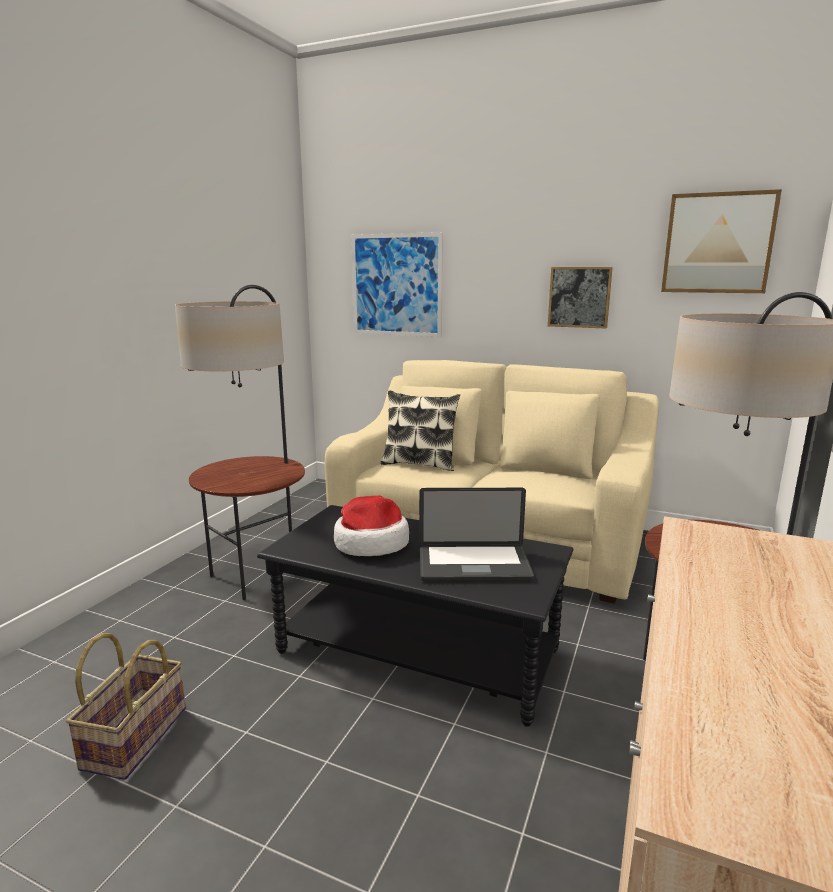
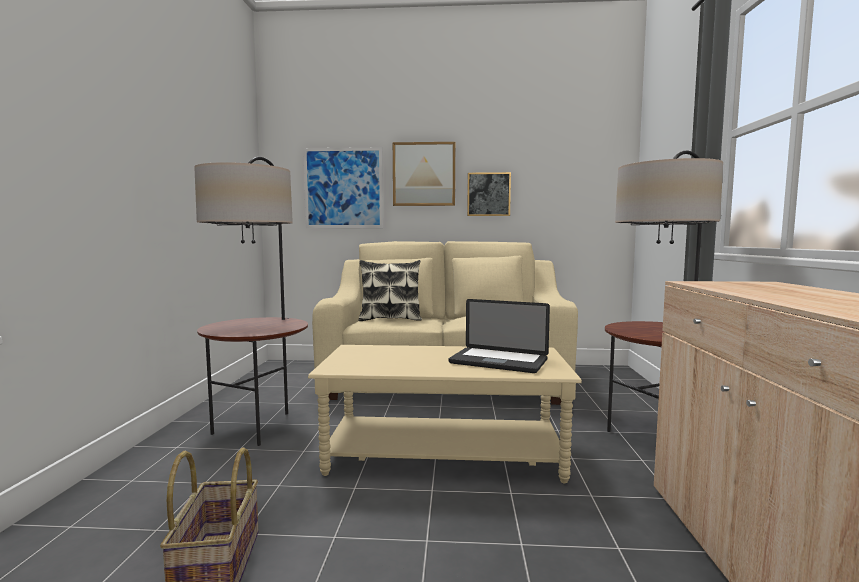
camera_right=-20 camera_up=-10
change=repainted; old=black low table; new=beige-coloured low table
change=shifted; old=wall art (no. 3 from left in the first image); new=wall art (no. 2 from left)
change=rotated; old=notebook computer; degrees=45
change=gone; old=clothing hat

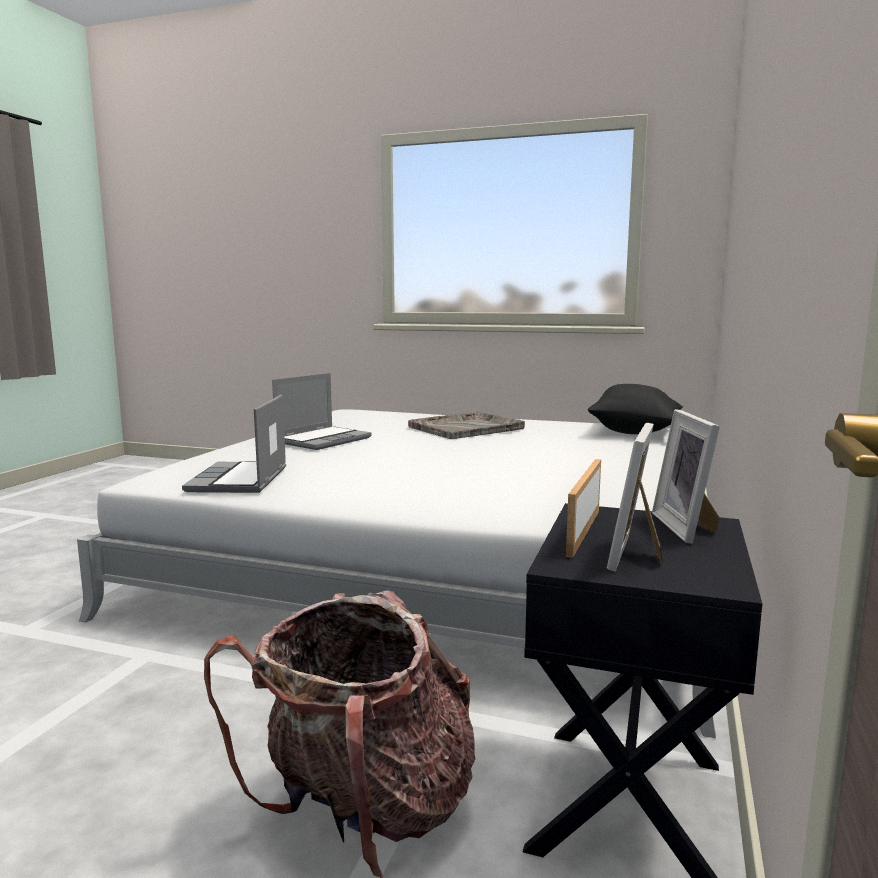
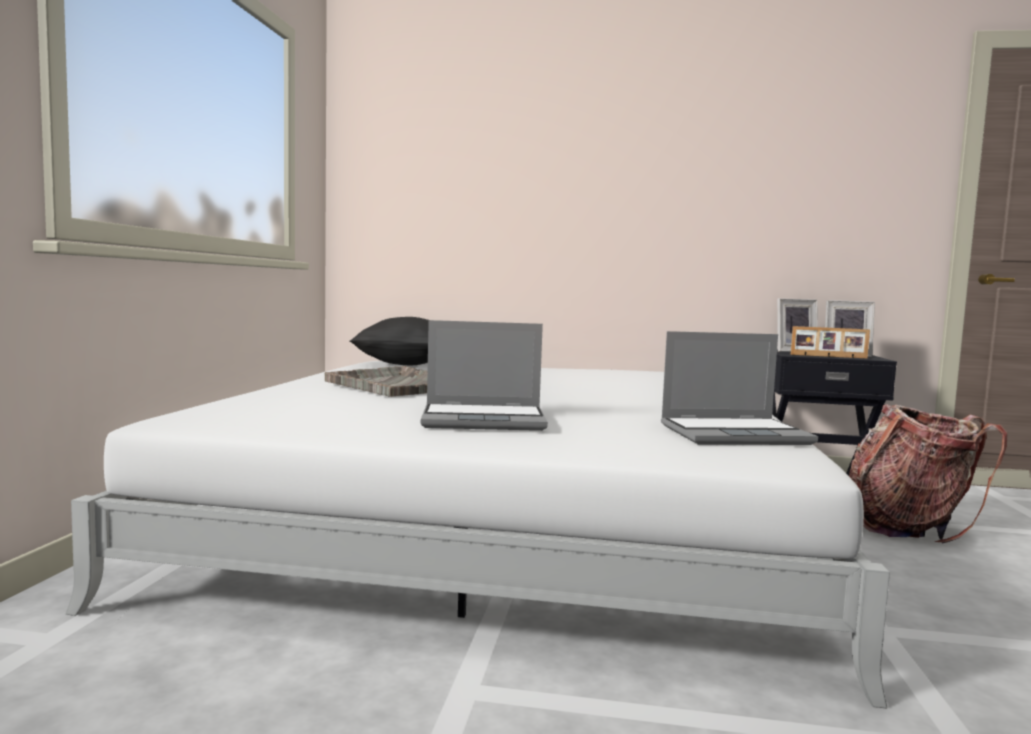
camera_right=-100 camera_up=-5
change=rotated; old=notebook computer (no. 2 from left in the first image); degrees=150

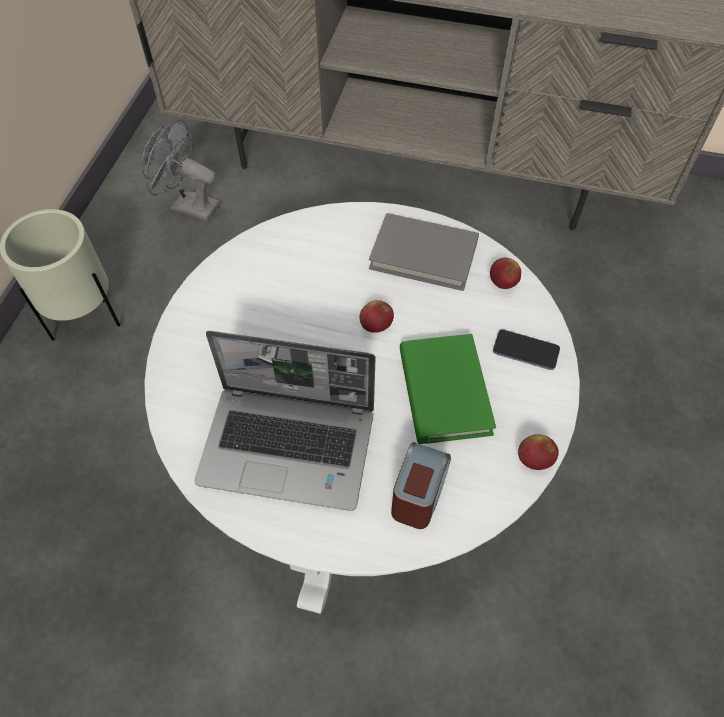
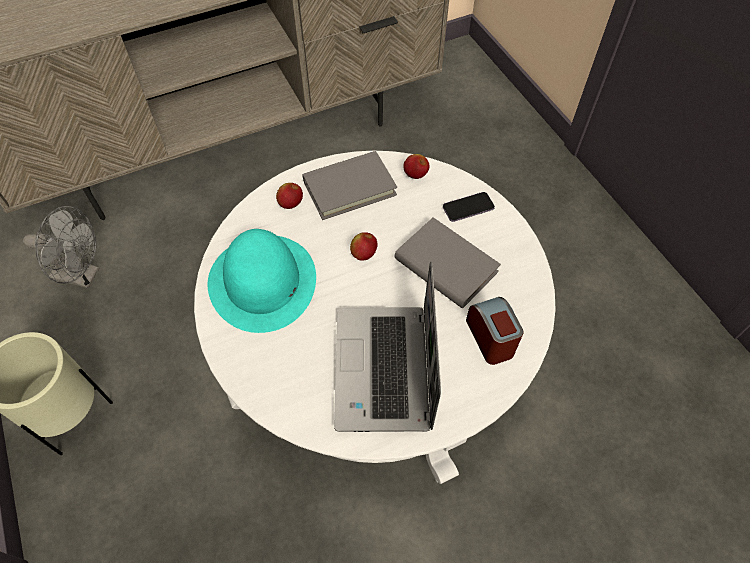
camera_right=-40 camera_up=0
change=rotated; old=greyish electric fan; degrees=-150
change=new; new=blue-green clothing hat
change=shifted; old=apple (no. 3 from left in the first image); new=apple (no. 1 from left)
change=rotated; old=notebook computer; degrees=120
change=repainted; old=greenish bound book; new=greyish bound book (no. 2 from left)

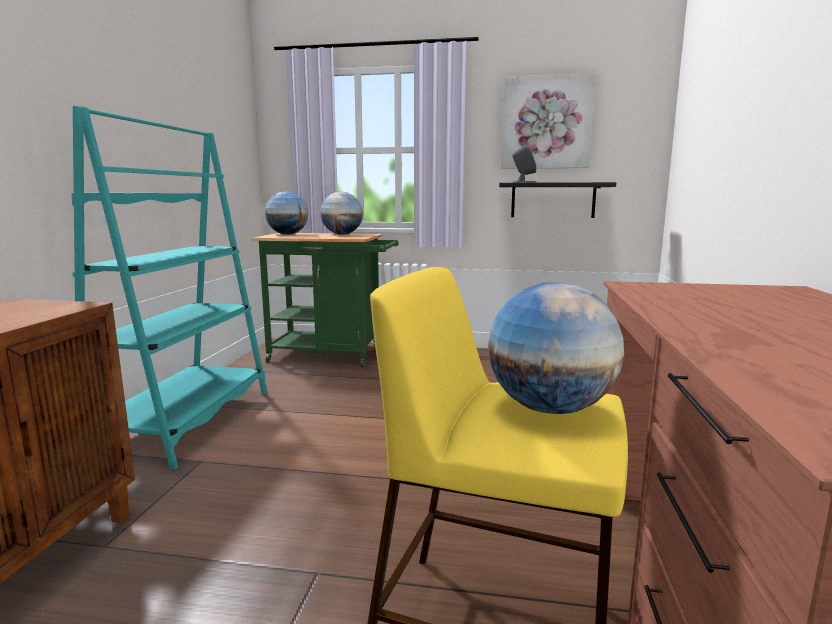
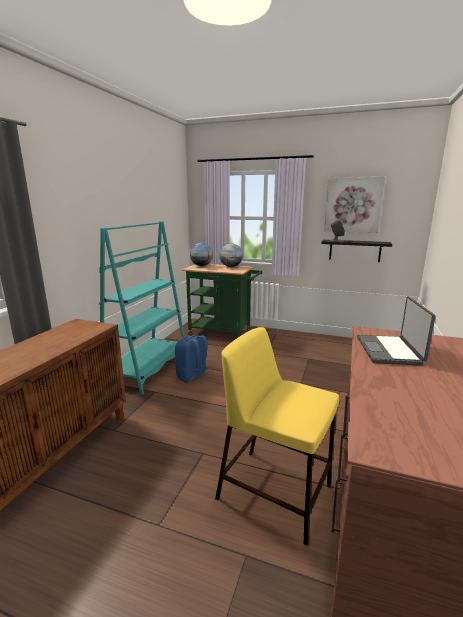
camera_right=10 camera_up=5
change=new; new=bluish backpack
change=new; new=notebook computer
change=gone; old=world globe (no. 3 from left)

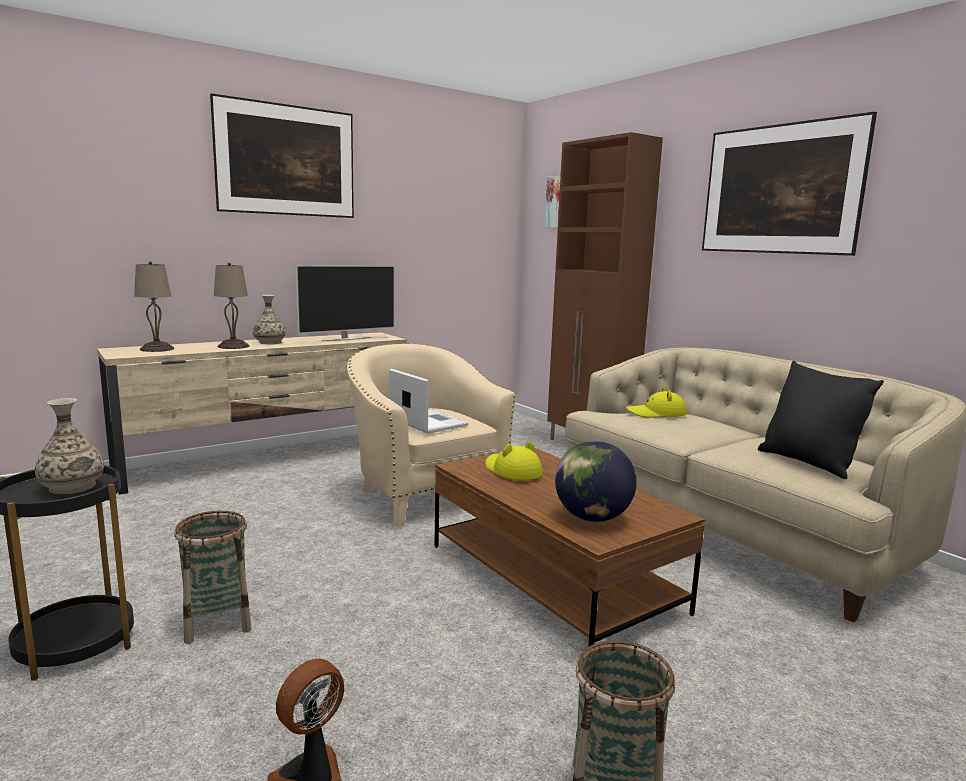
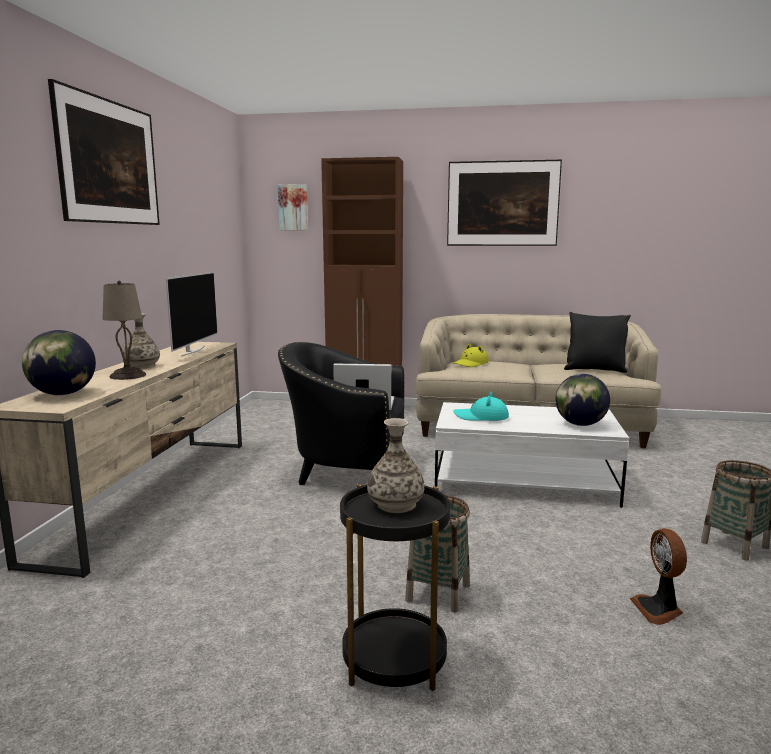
camera_right=-45 camera_up=0
change=swapped; old=beige-coloured table lamp (no. 1 from left); new=world globe (no. 1 from left)
change=repainted; old=beige-coloured easy chair; new=black easy chair
change=repainted; old=brownish low table; new=white-coloured low table
change=repainted; old=yellowish clothing hat (no. 1 from left); new=blue-green clothing hat

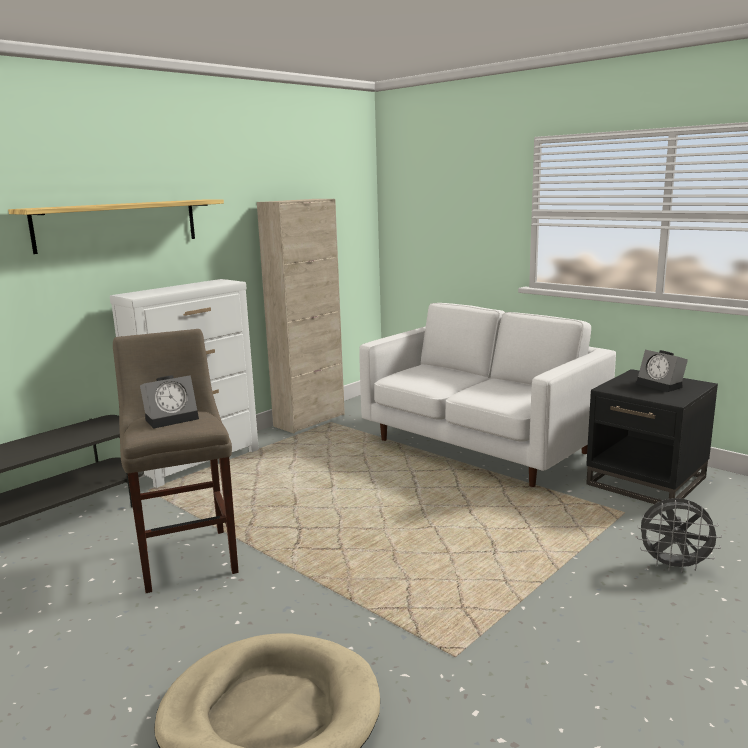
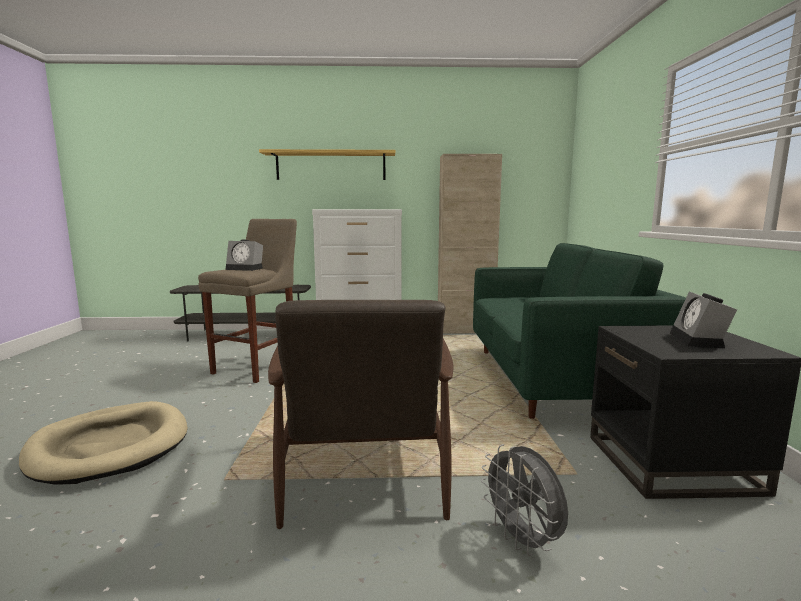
camera_right=45 camera_up=-5
change=new; new=brownish easy chair
change=repainted; old=white-coloured couch; new=greenish couch

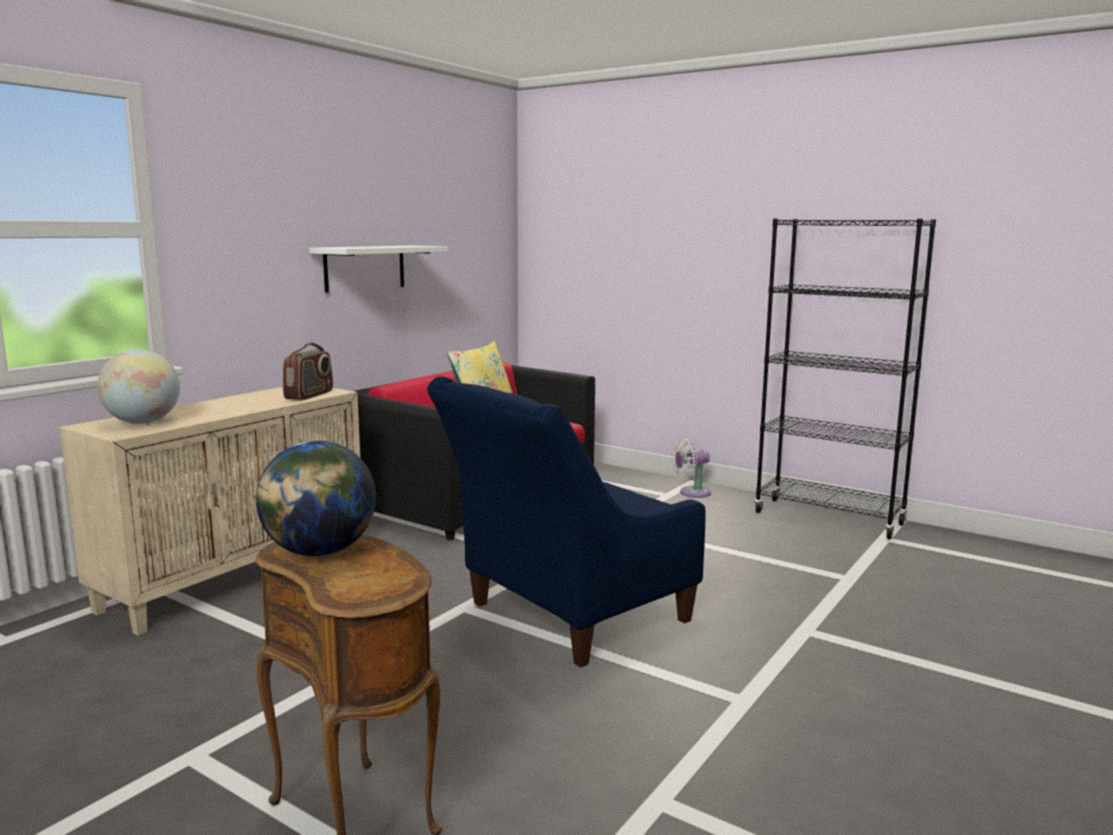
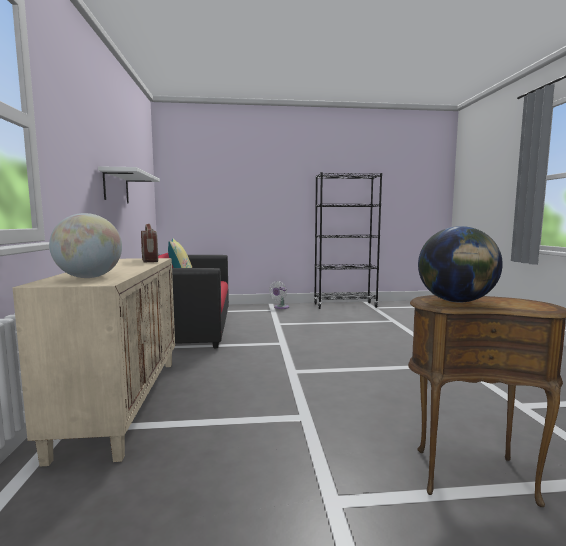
camera_right=-40 camera_up=-5
change=gone; old=bluish easy chair

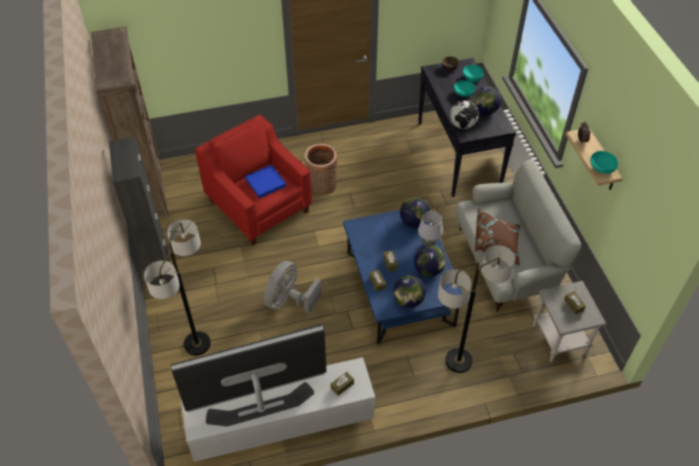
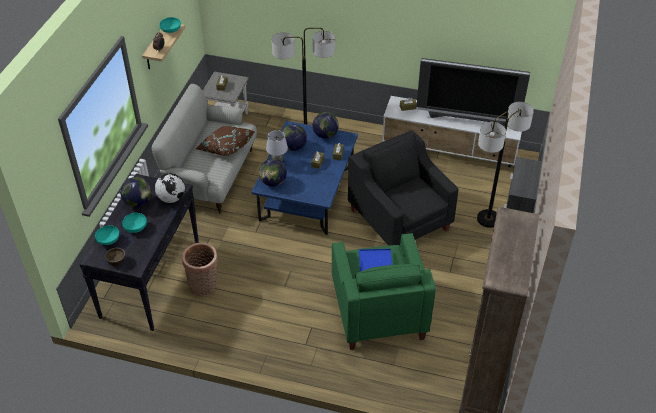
camera_right=-150 camera_up=-5
change=shifted; old=household basket
change=repainted; old=reddish easy chair; new=greenish easy chair
change=swapped; old=greyish electric fan; new=black easy chair

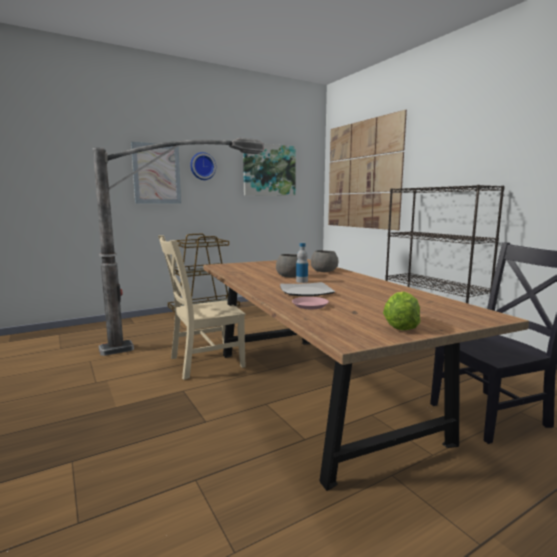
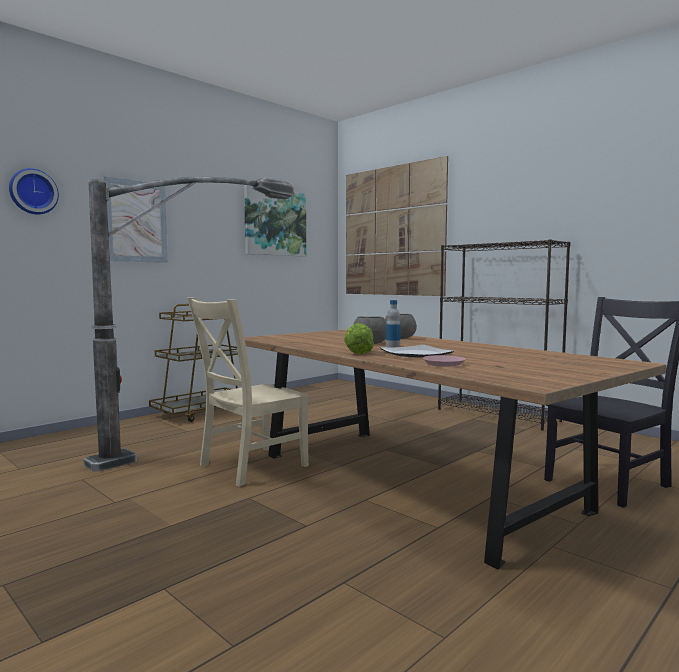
camera_right=-15 camera_up=-5
change=shifted; old=clock on the wall
change=shifted; old=head of lettuce

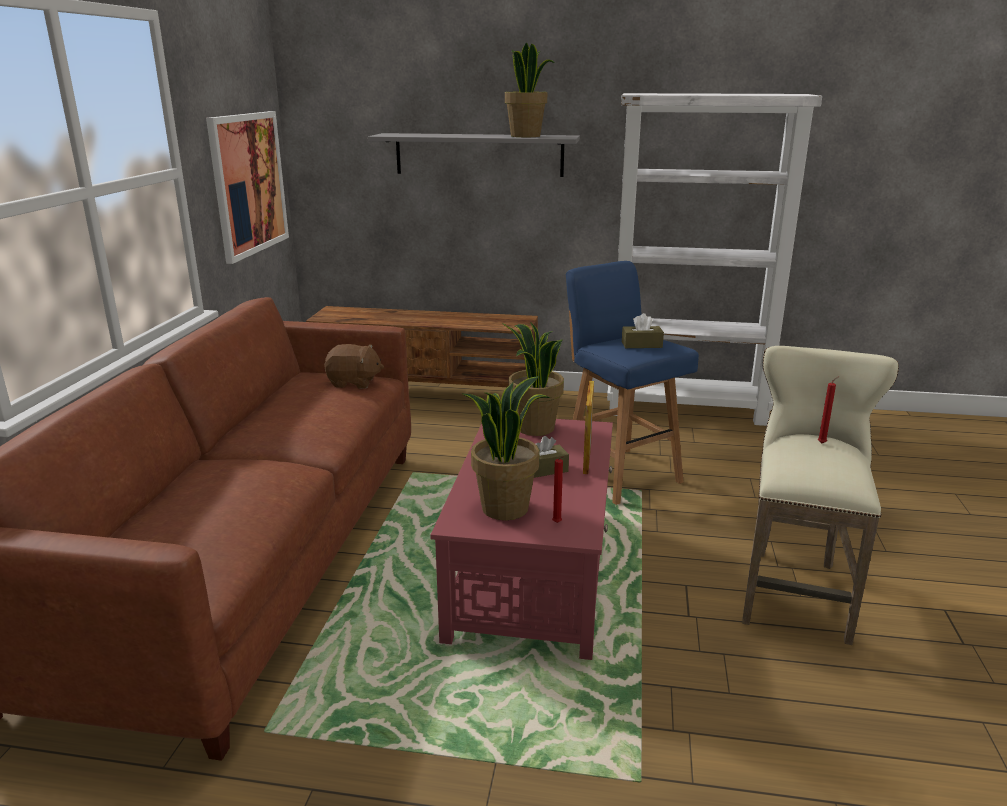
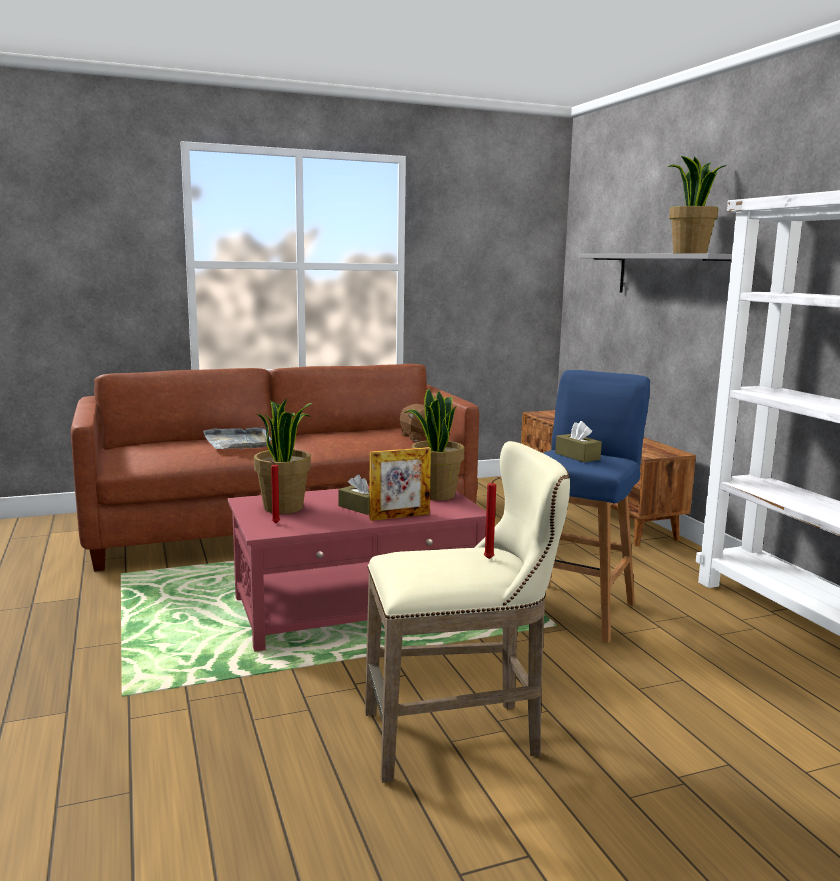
camera_right=60 camera_up=-10
change=new; new=greyish serving tray
change=gone; old=wall art

